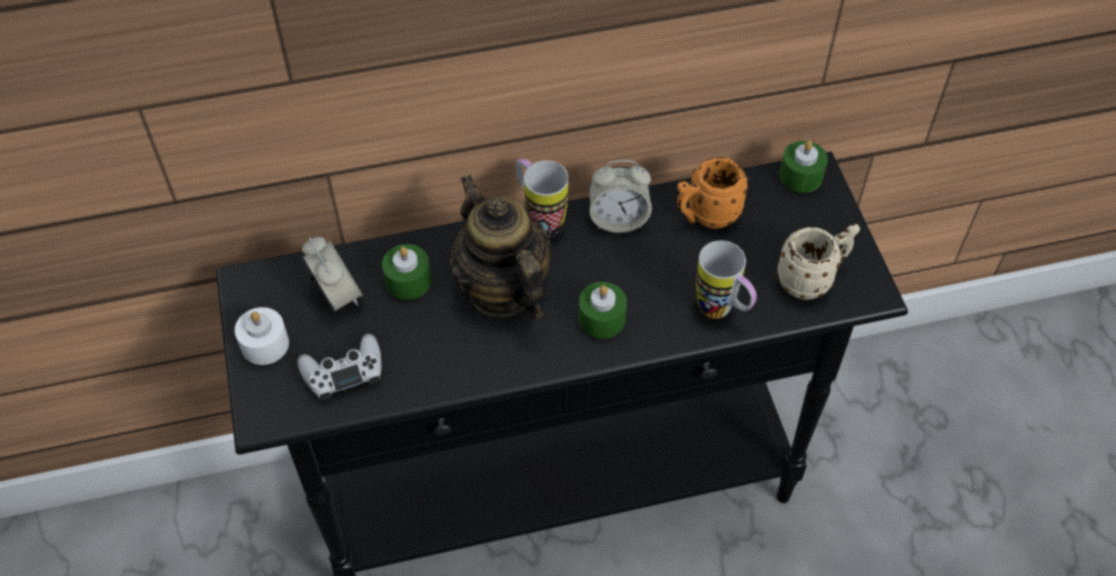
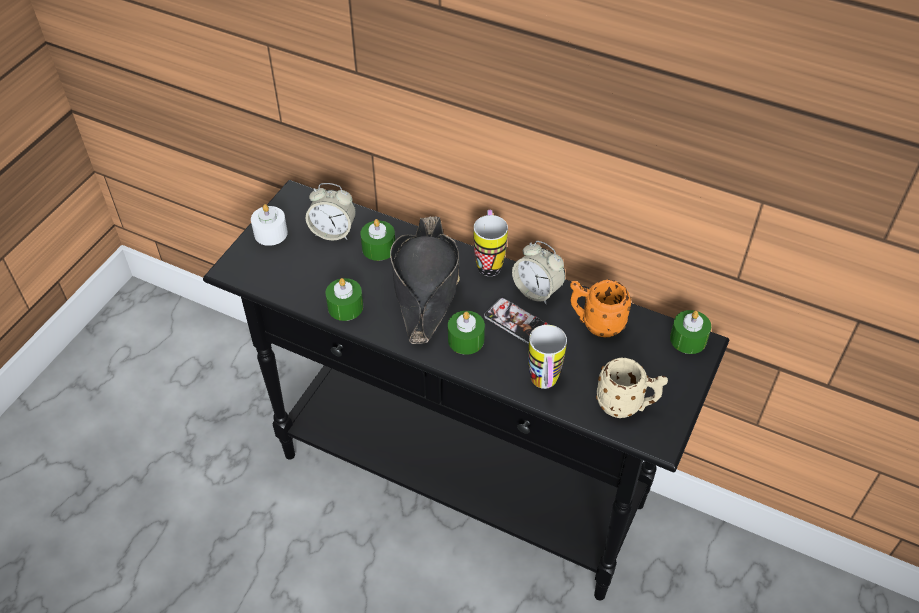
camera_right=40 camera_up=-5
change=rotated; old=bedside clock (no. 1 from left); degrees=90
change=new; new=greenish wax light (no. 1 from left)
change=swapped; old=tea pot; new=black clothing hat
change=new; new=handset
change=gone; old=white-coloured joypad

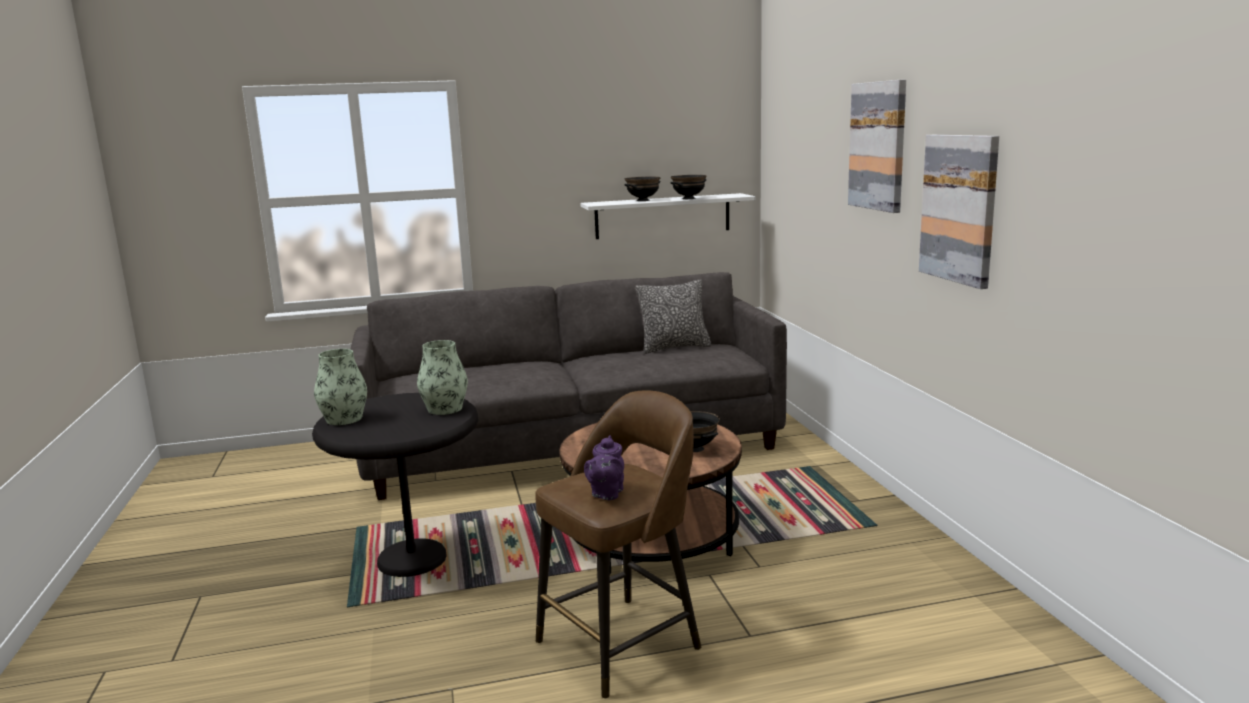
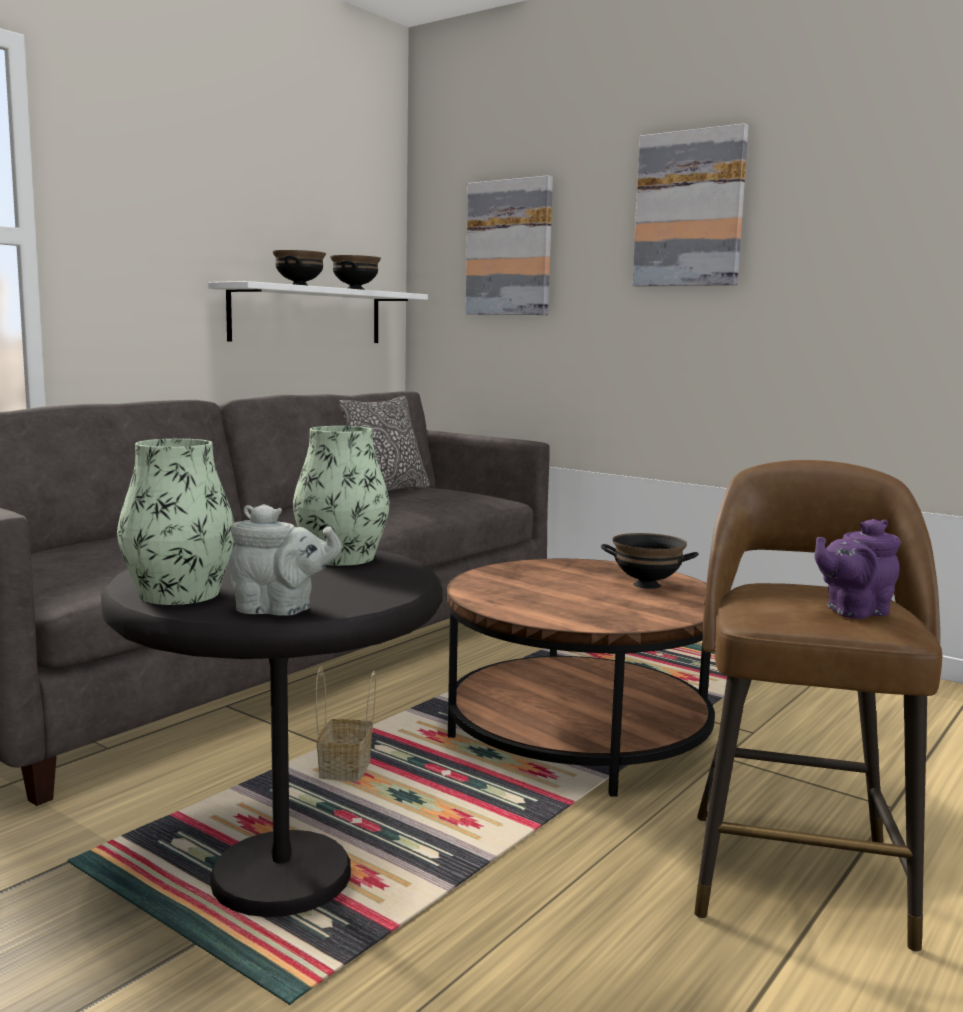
camera_right=-40 camera_up=-5
change=new; new=greyish tea pot
change=new; new=household basket
change=shifted; old=wall art (no. 2 from left in the first image); new=wall art (no. 1 from left)
change=rotated; old=purplish tea pot; degrees=90

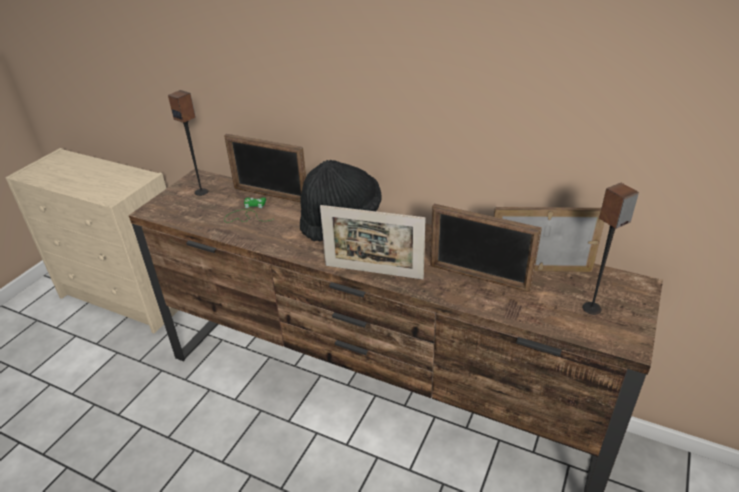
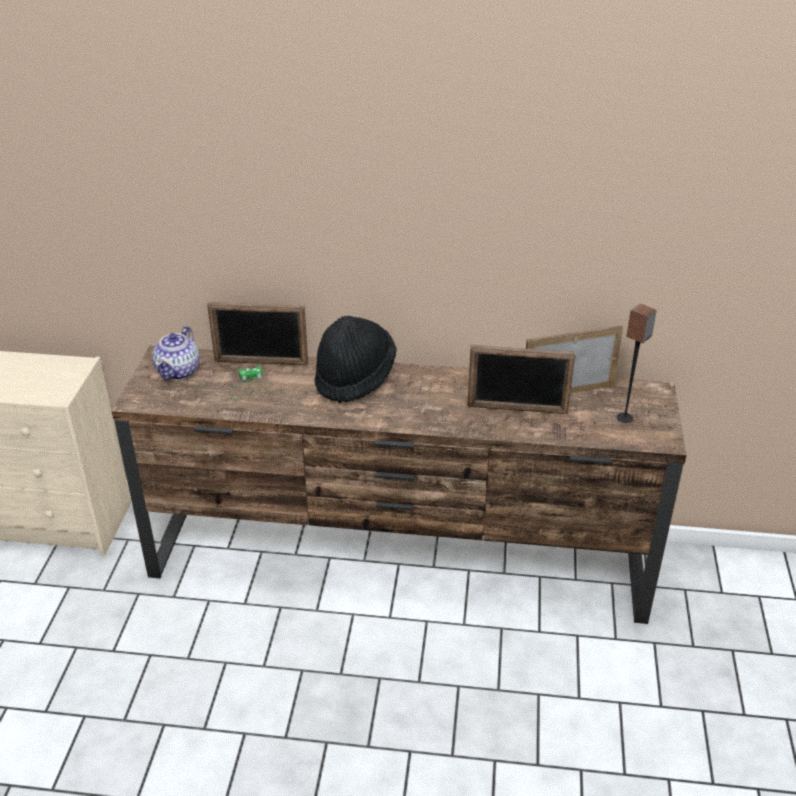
camera_right=-20 camera_up=0
change=swapped; old=audio speaker (no. 1 from left); new=tea pot
change=gone; old=standing frame (no. 2 from left)

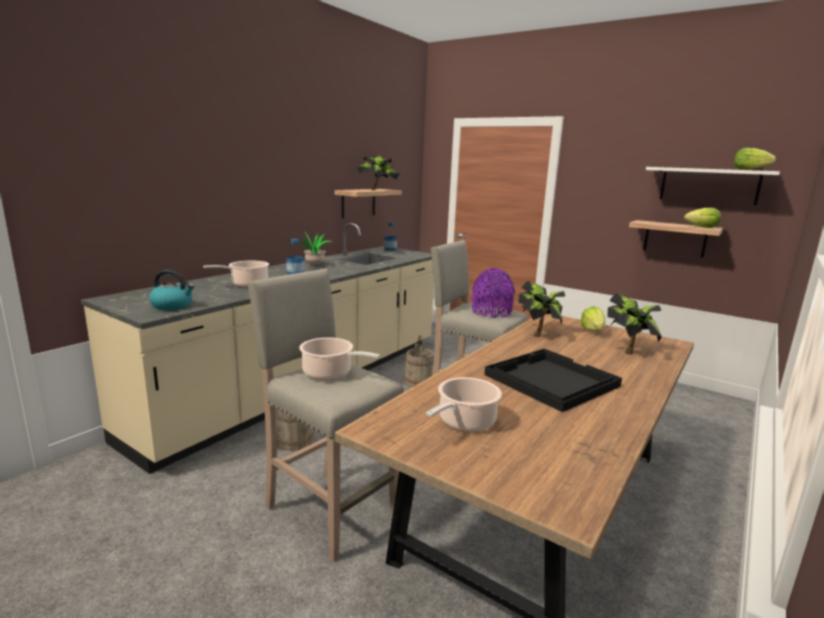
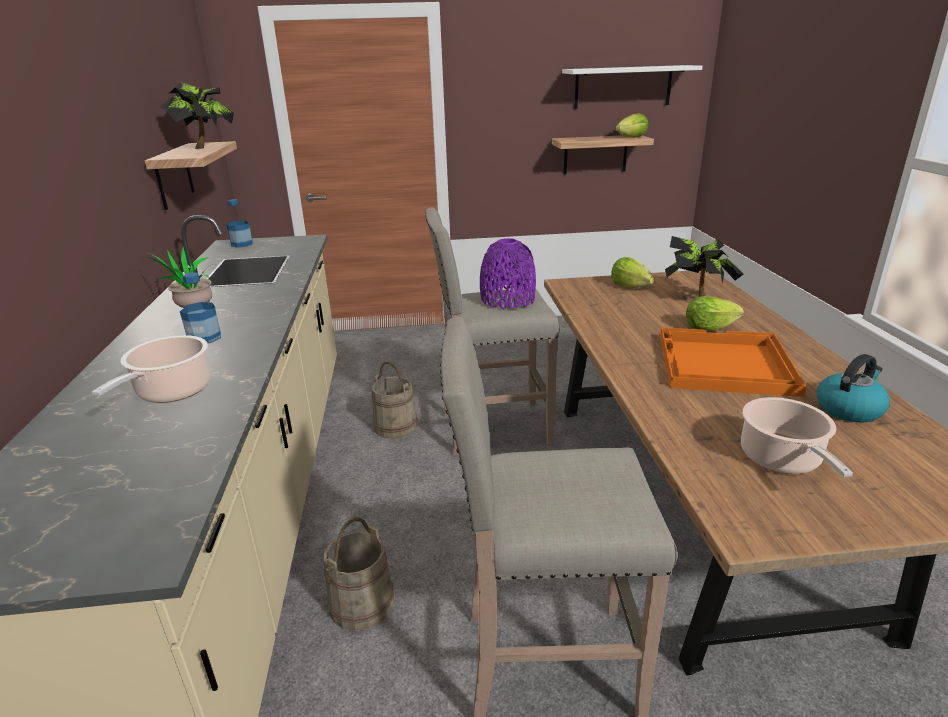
camera_right=-40 camera_up=10
change=repainted; old=black serving tray; new=orangey serving tray
change=shifted; old=head of lettuce (no. 3 from left)
change=shifted; old=kettle
change=gone; old=cooking pot (no. 2 from left)
change=gone; old=potted plant (no. 3 from left)

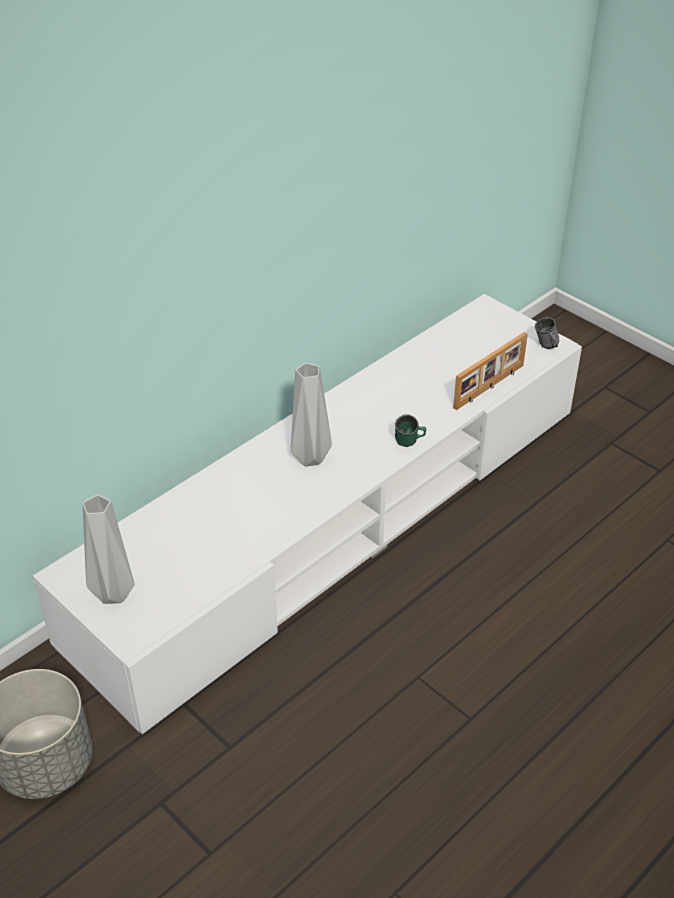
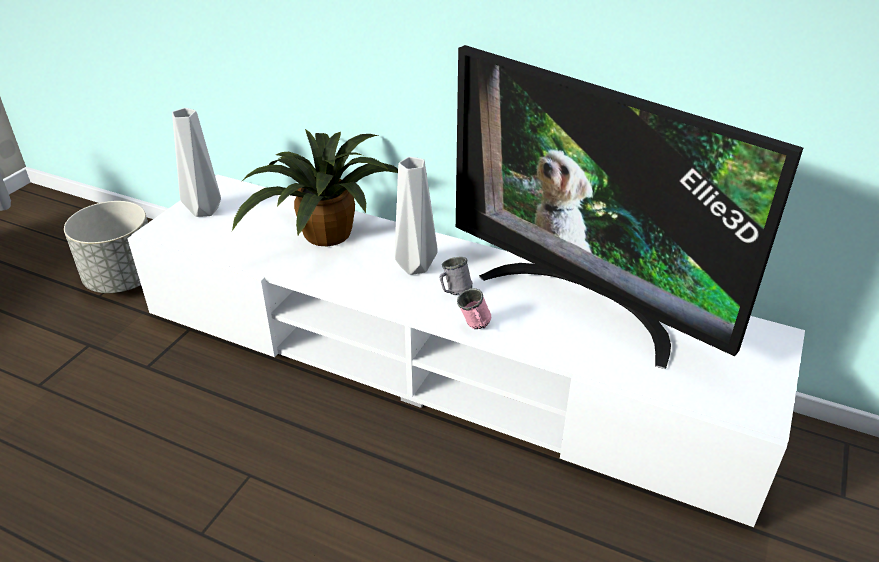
camera_right=70 camera_up=-5
change=new; new=potted plant
change=shifted; old=greyish mug
change=new; new=TV
change=repainted; old=greenish mug; new=pinkish mug
change=gone; old=standing frame

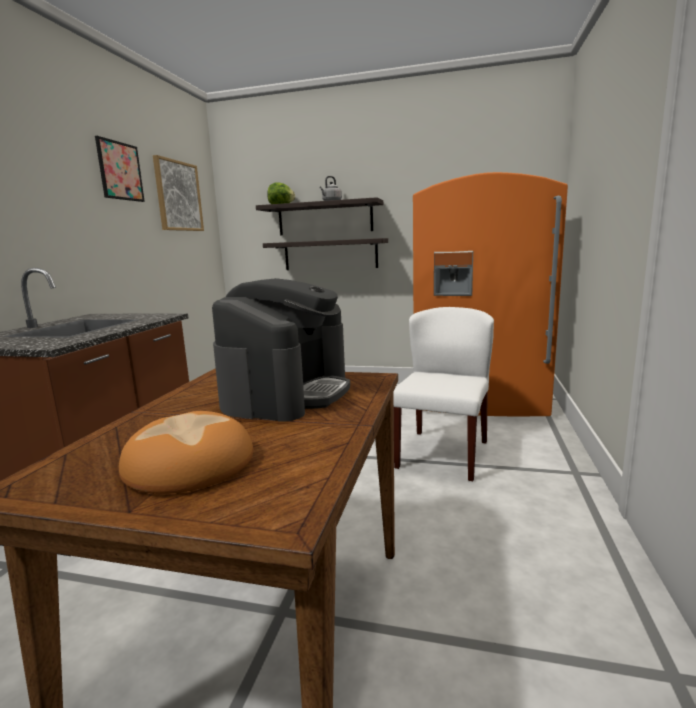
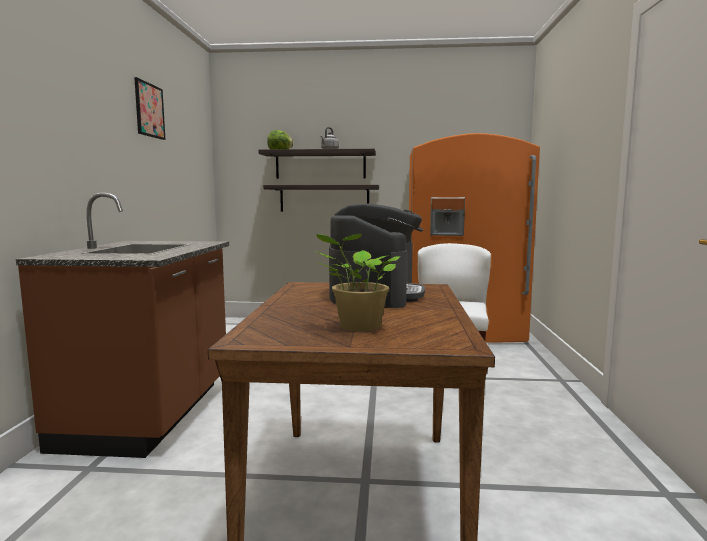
camera_right=-10 camera_up=-5
change=swapped; old=bread; new=potted plant
change=gone; old=wall art (no. 2 from left)

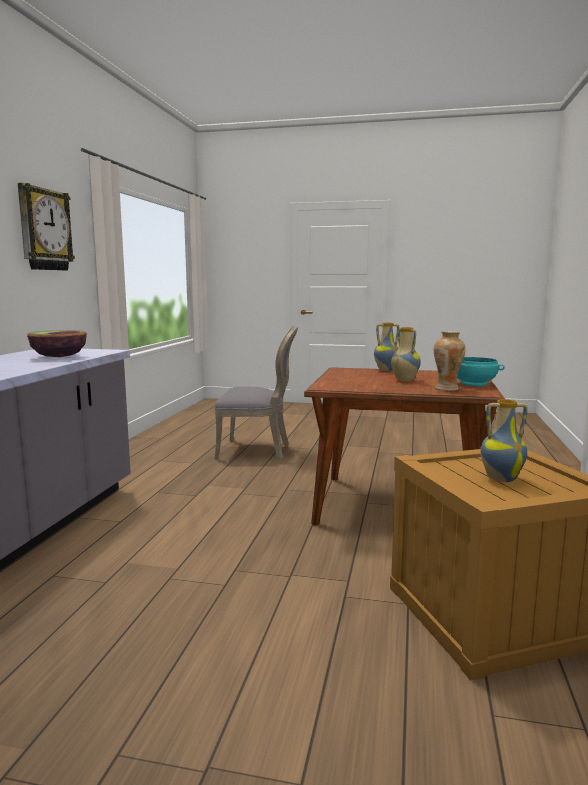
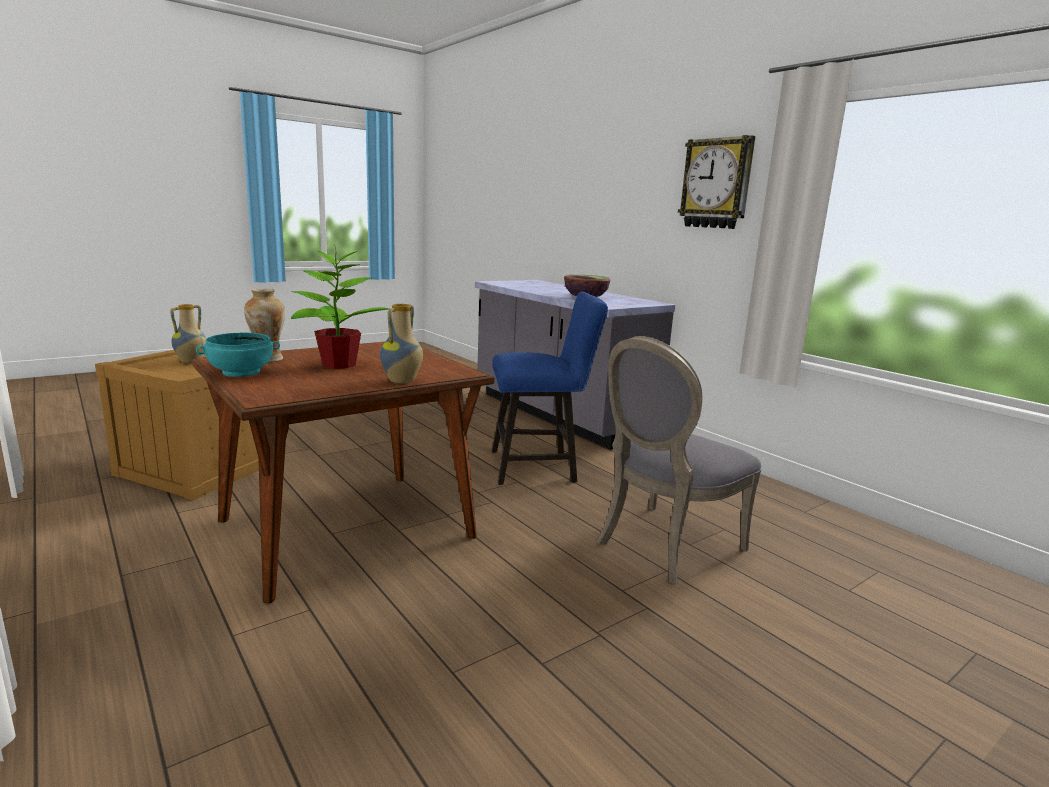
camera_right=130 camera_up=5
change=swapped; old=flower vase (no. 2 from left); new=potted plant
change=new; new=bluish stool seat

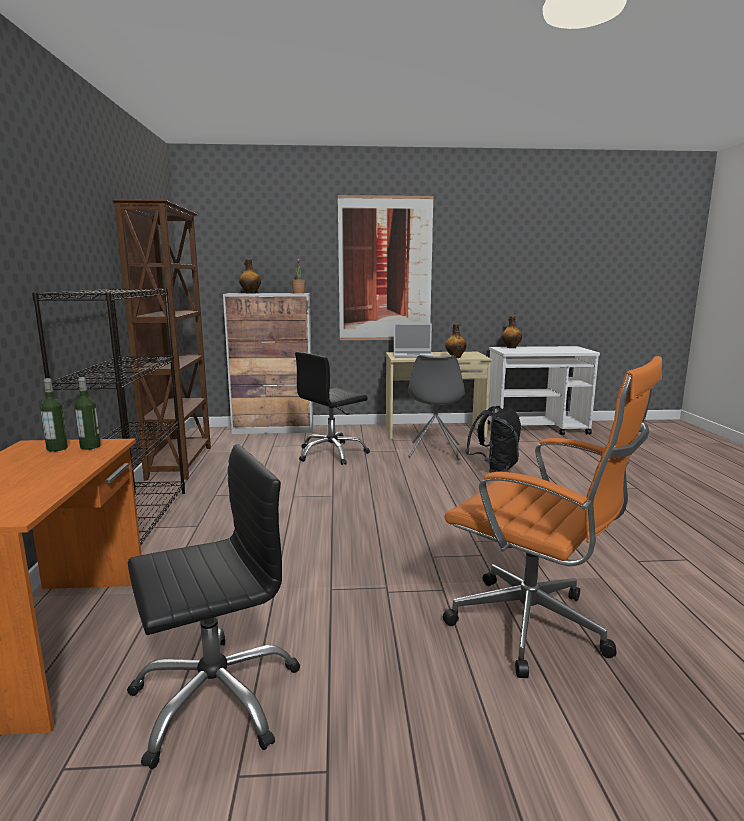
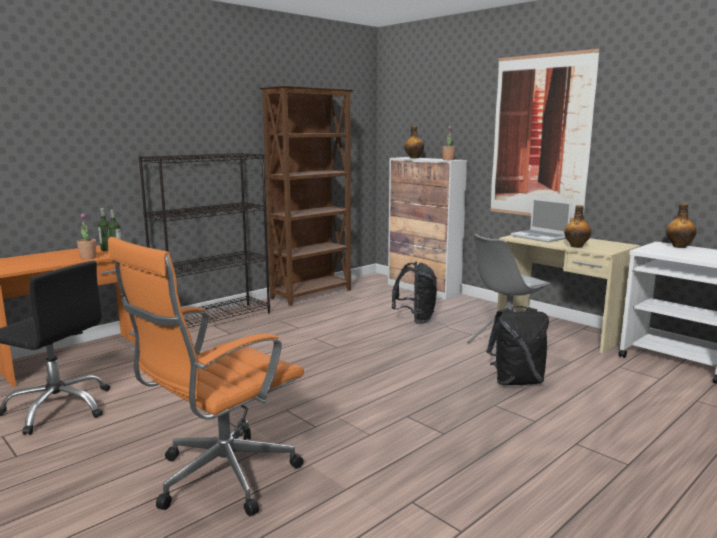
camera_right=50 camera_up=0
change=new; new=potted plant (no. 1 from left)
change=rotated; old=orangey office chair; degrees=45
change=swapped; old=black office chair (no. 2 from left); new=black backpack (no. 1 from left)

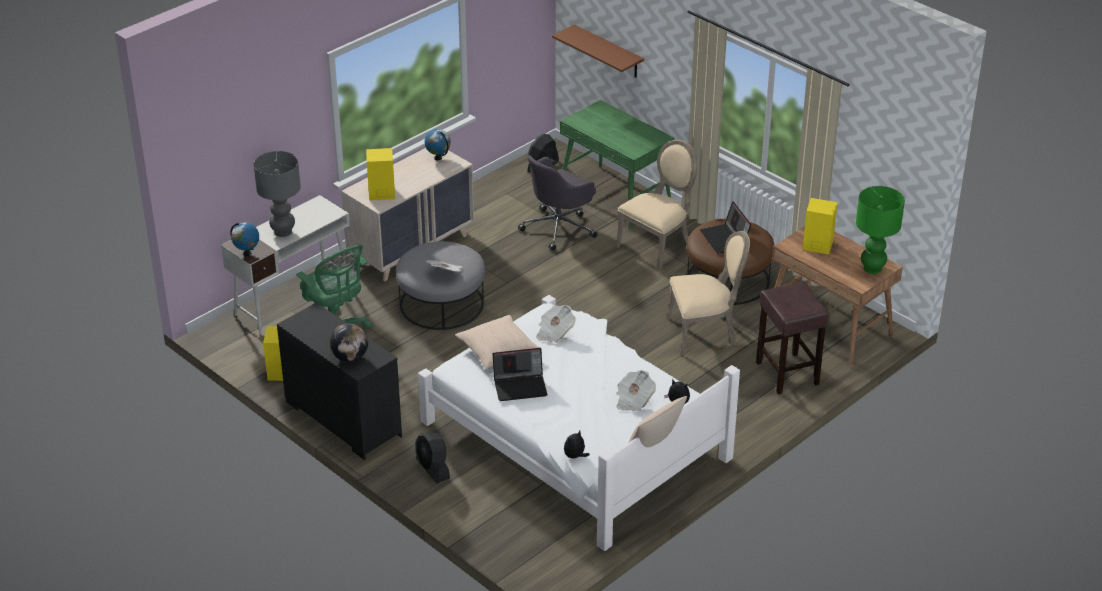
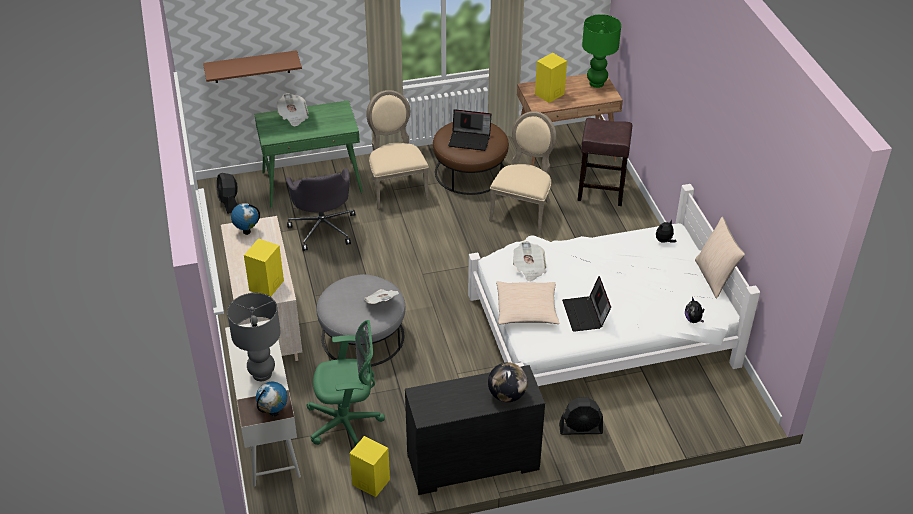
camera_right=-60 camera_up=5
change=shifted; old=daily paper (no. 3 from left in the first image); new=daily paper (no. 1 from left)
change=rotated; old=notebook computer (no. 1 from left in the first image); degrees=150

